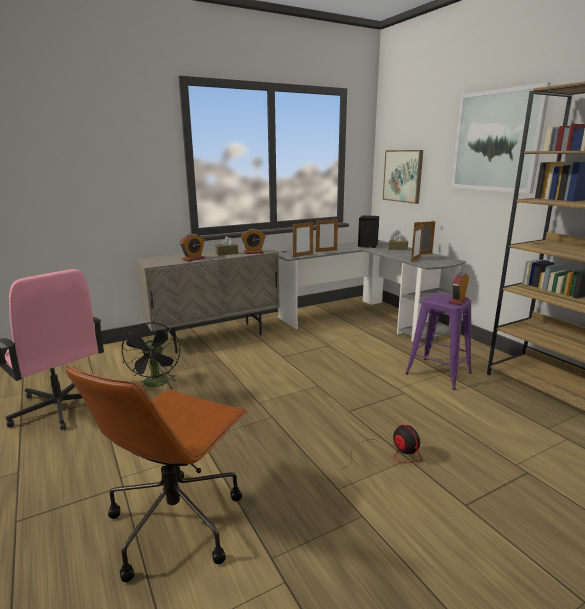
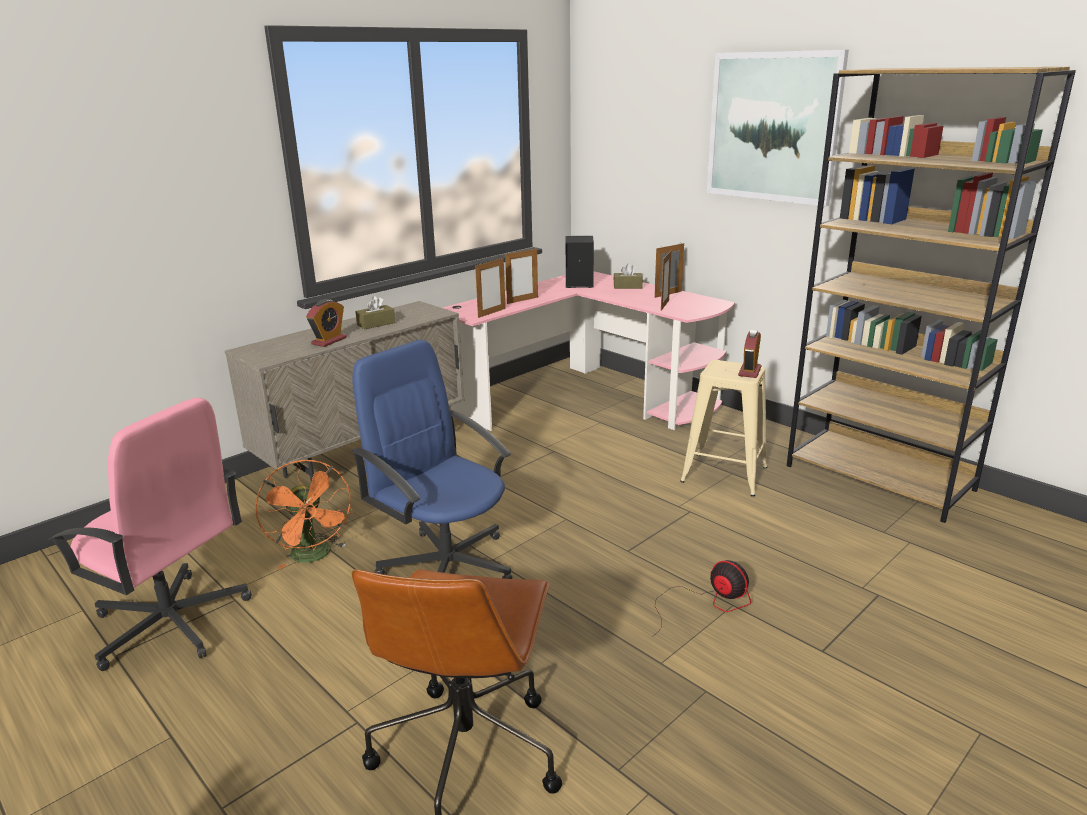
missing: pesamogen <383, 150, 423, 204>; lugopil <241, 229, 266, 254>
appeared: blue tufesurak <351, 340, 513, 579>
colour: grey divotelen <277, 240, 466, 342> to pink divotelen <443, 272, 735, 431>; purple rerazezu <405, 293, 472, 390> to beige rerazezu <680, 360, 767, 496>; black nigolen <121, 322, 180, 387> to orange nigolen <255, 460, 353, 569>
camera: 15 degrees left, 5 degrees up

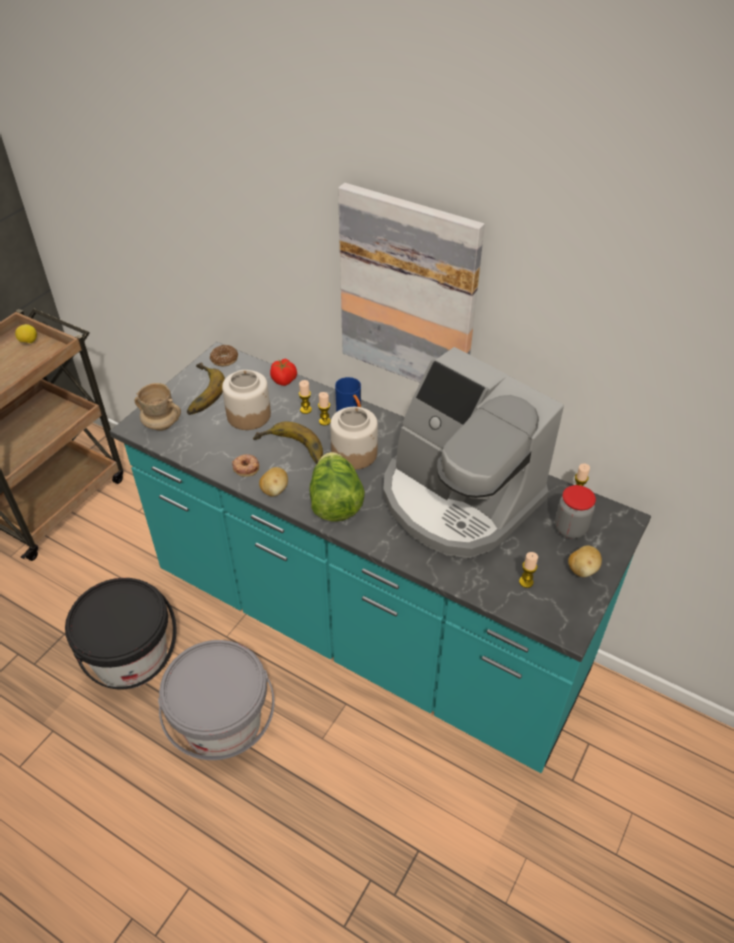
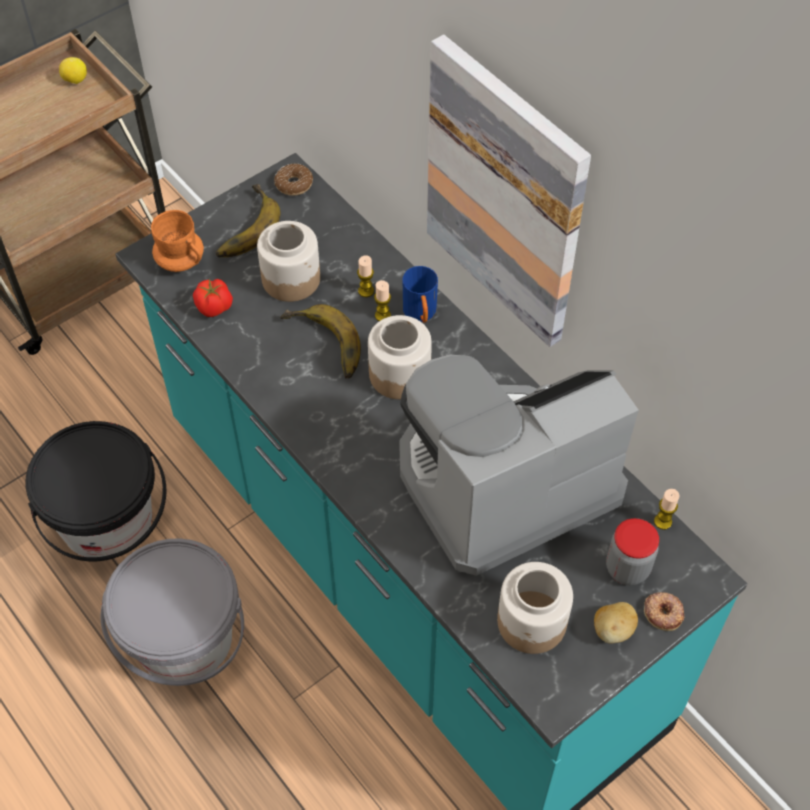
missing: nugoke <310, 452, 365, 521>; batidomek <259, 467, 288, 496>
relocated: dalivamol <270, 359, 297, 386> to <193, 278, 233, 317>; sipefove <232, 454, 259, 477> to <644, 592, 685, 631>
exchanged: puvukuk <519, 552, 538, 588> to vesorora <497, 562, 573, 654>
colour: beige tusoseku <135, 383, 181, 431> to orange tusoseku <151, 210, 204, 272>
spun: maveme <383, 347, 564, 558> = <399, 354, 639, 576> 90 degrees clockwise
camera: 20 degrees right, 10 degrees up

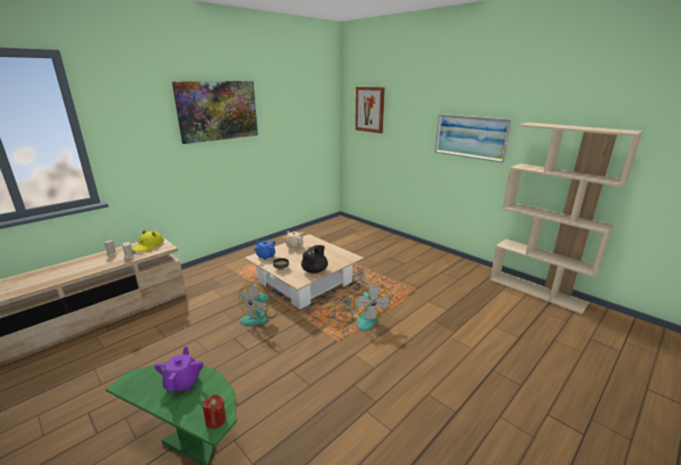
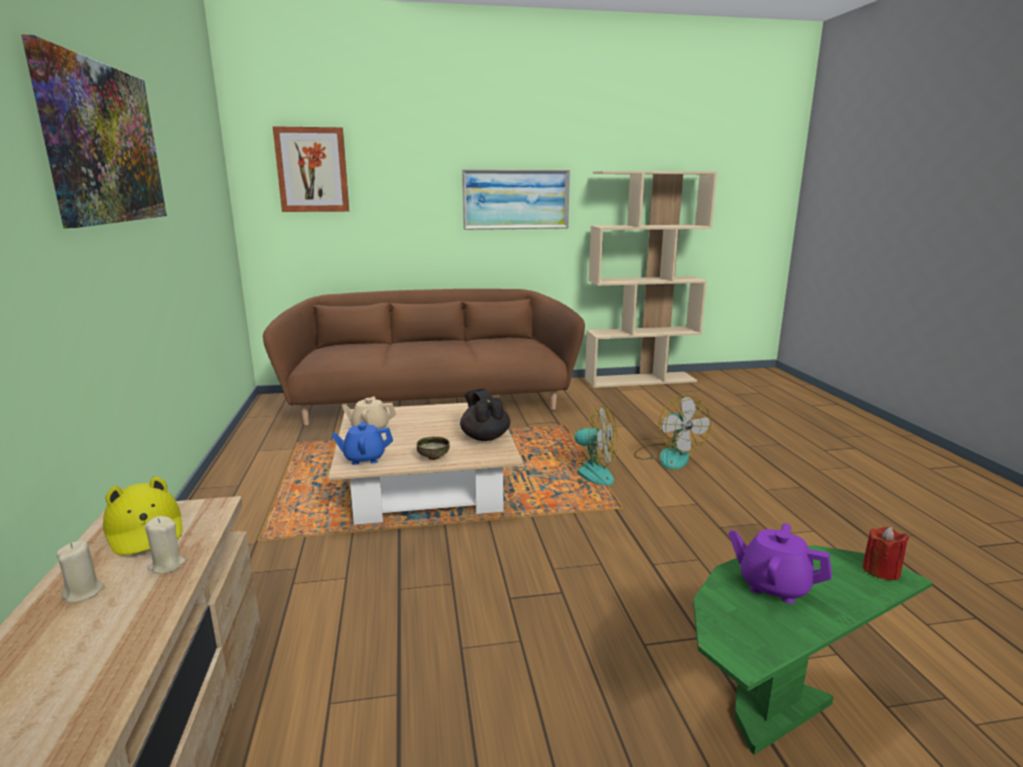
appeared: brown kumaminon <263, 289, 585, 426>
relocated: nigolen <239, 282, 277, 326> to <634, 395, 711, 470>
camera: 55 degrees left, 5 degrees down

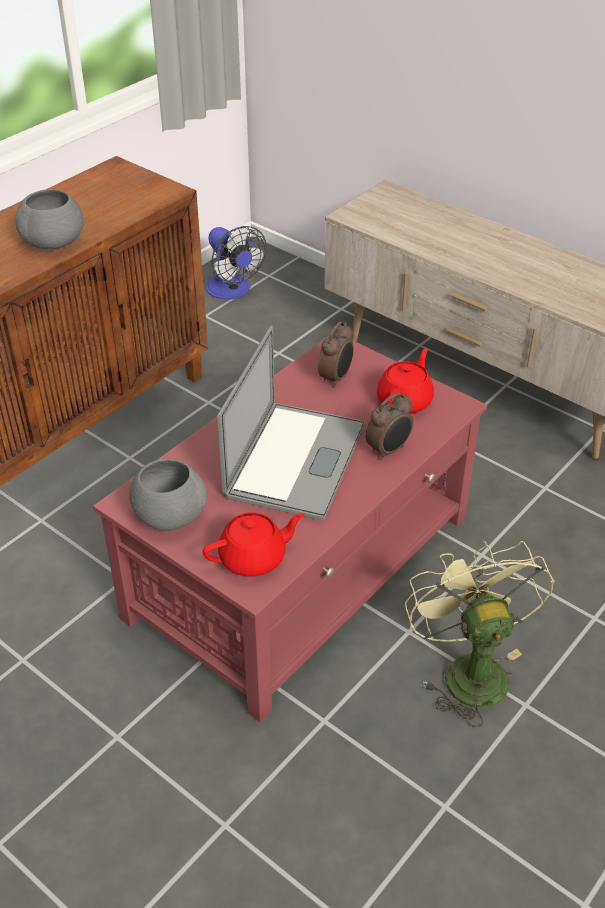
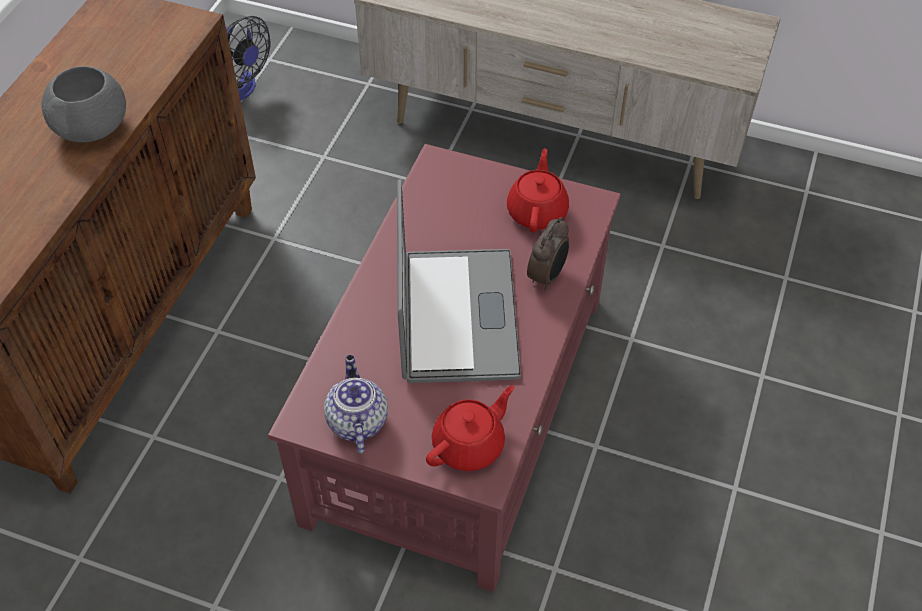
missing: lugopil <318, 321, 354, 388>; green nigolen <405, 541, 554, 727>
exchanged: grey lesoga <129, 459, 207, 531> to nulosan <324, 355, 388, 454>
camera: 20 degrees left, 10 degrees up

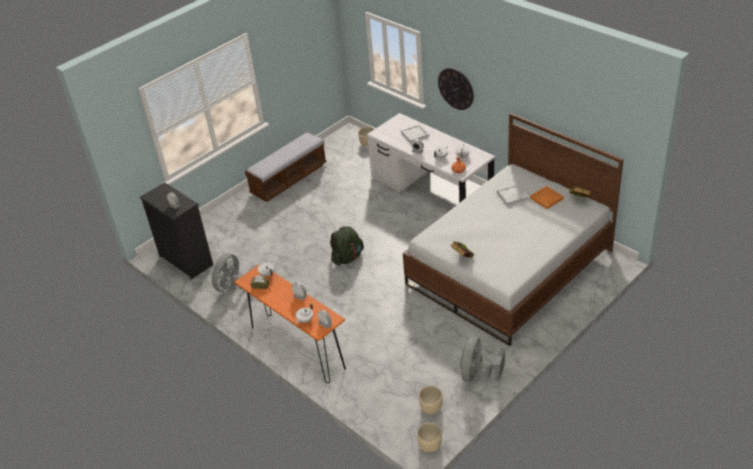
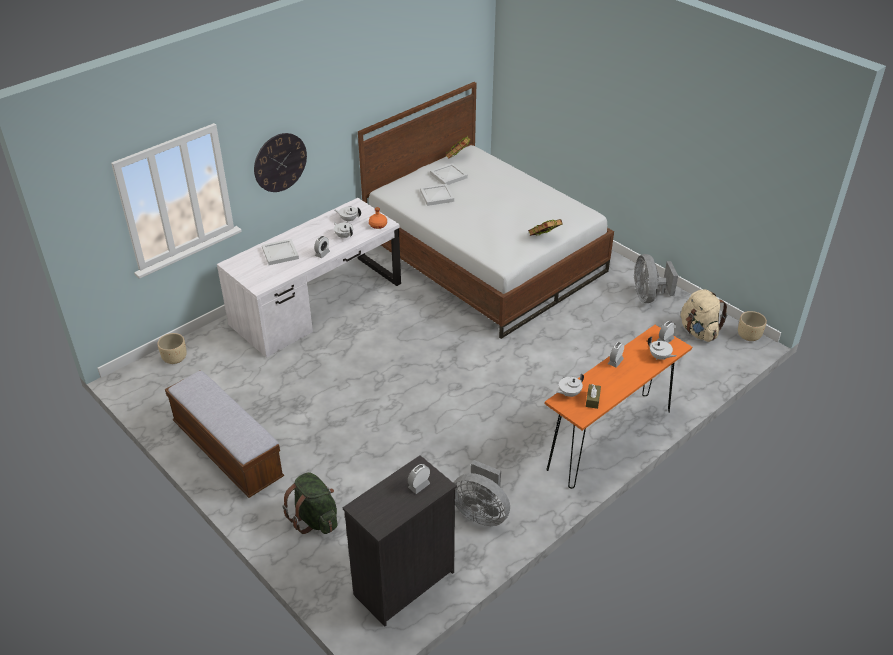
relocated: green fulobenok <330, 226, 364, 265> to <282, 472, 337, 534>
exchanged: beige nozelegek <419, 386, 442, 414> to beige fulobenok <681, 289, 727, 342>
colour: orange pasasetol <530, 186, 564, 209> to white pasasetol <430, 163, 468, 185>
spun: grey nigolen <461, 336, 505, 382> = <634, 254, 678, 303> 60 degrees clockwise
camera: 90 degrees left, 0 degrees up

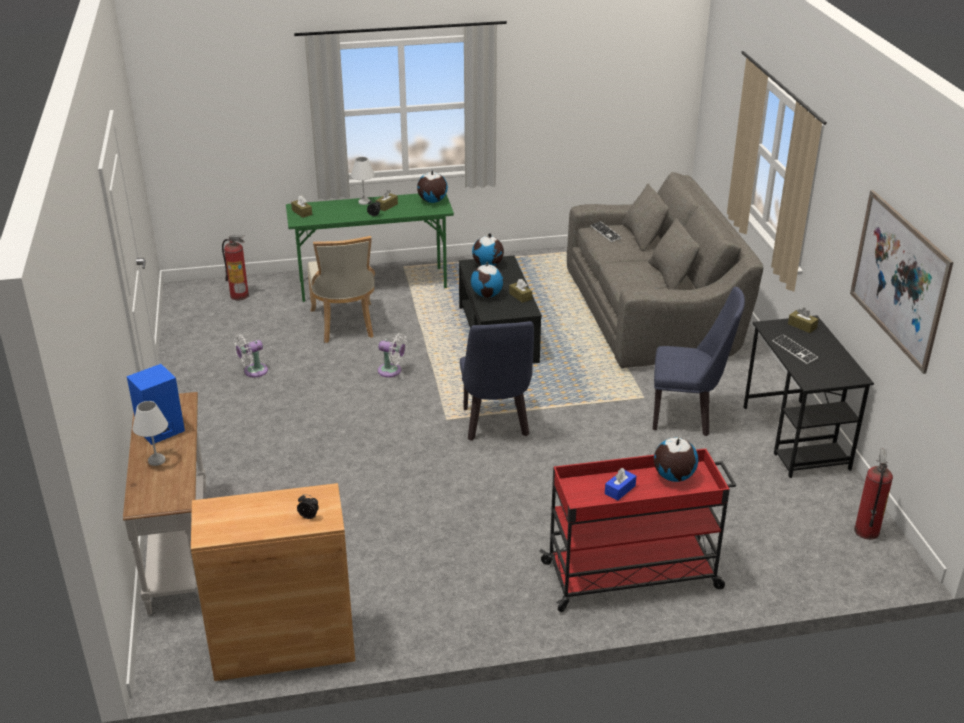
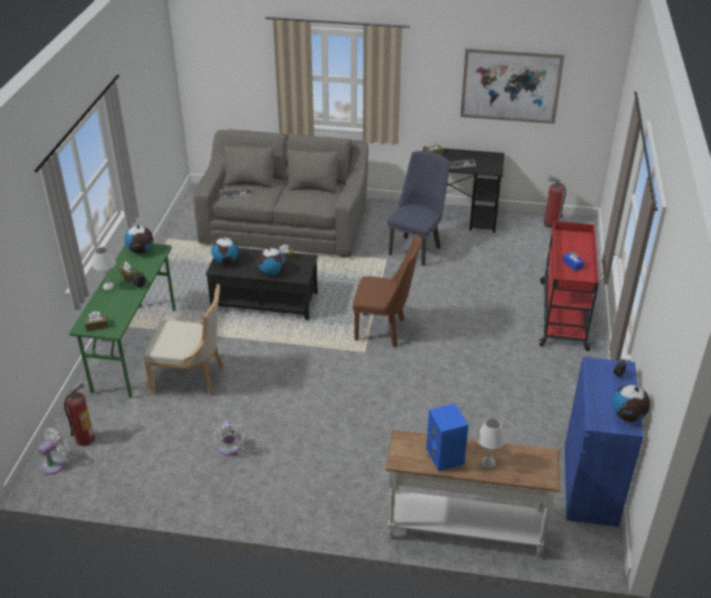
relocated: white nigolen <378, 333, 407, 377> to <38, 428, 68, 474>; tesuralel <654, 438, 698, 482> to <612, 385, 650, 422>
colour: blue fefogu <460, 321, 534, 441> to brown fefogu <352, 235, 420, 347>; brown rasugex <191, 483, 355, 681> to blue rasugex <565, 357, 644, 527>
camera: 70 degrees left, 5 degrees up

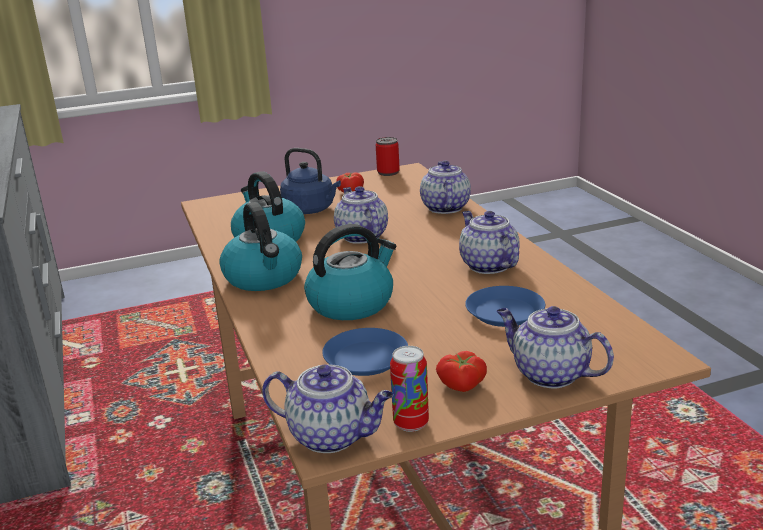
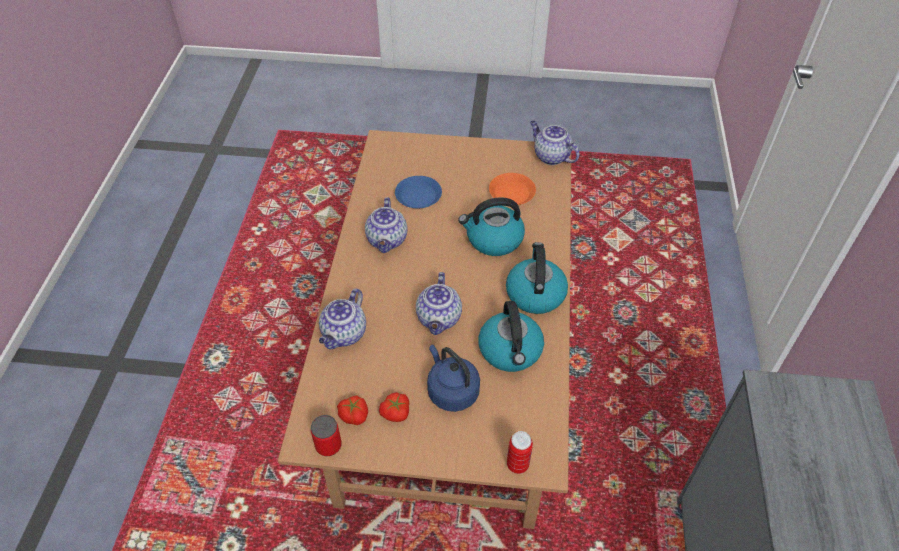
missing: nulosan <497, 306, 614, 389>
relocated: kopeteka <390, 346, 429, 432> to <507, 431, 533, 474>; dalivamol <436, 351, 487, 392> to <337, 396, 368, 425>
colour: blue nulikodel <322, 328, 408, 376> to orange nulikodel <489, 173, 536, 205>
camera: 155 degrees left, 25 degrees up

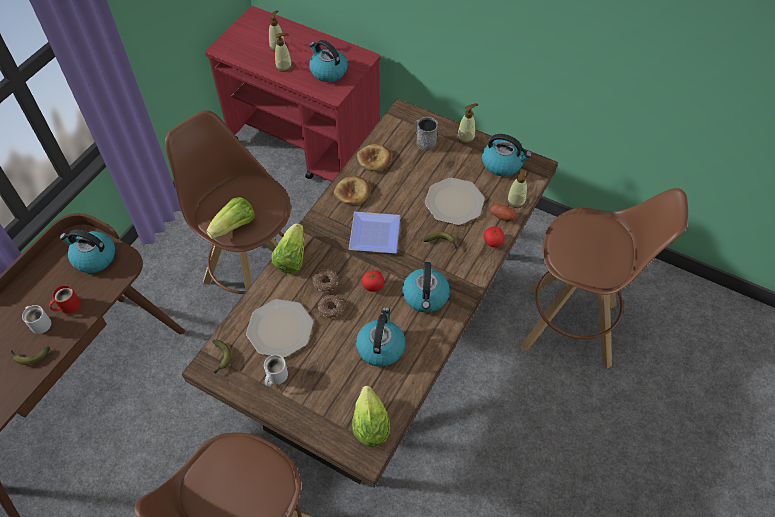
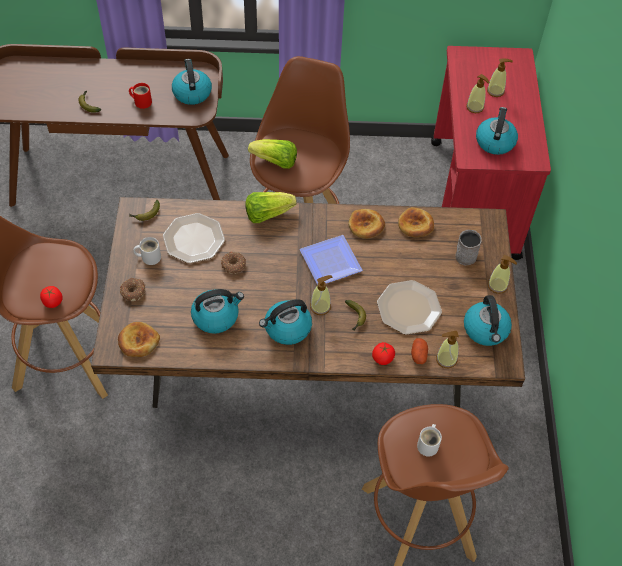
appeared: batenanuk <310, 275, 332, 315>
relocated: sipefove <312, 269, 339, 292> to <120, 278, 146, 301>; dalivamol <362, 270, 384, 292> to <40, 286, 63, 308>; white tusoseku <22, 305, 51, 334> to <417, 424, 442, 457>
exchanged: nugoke <352, 386, 390, 447> to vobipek <118, 322, 160, 357>
camera: 60 degrees right, 0 degrees up

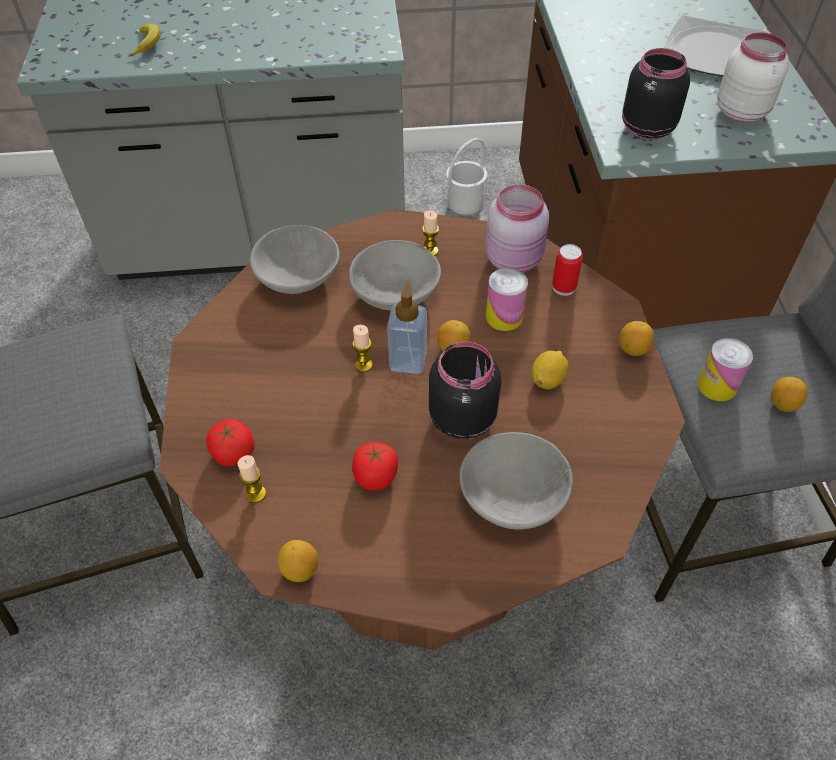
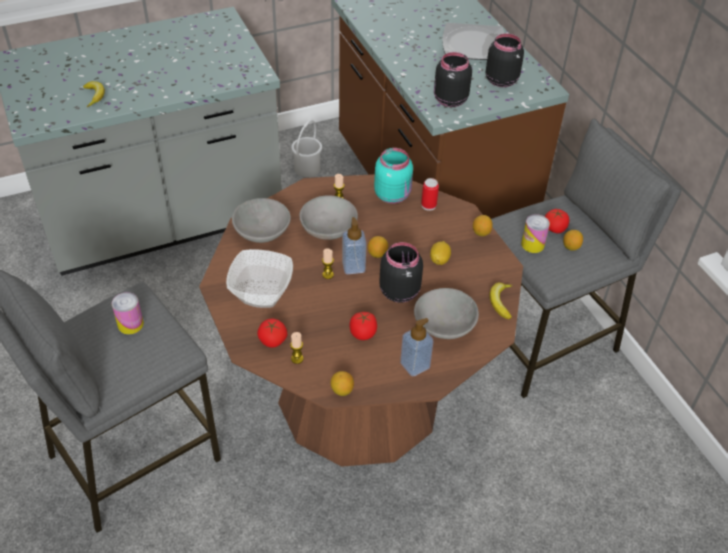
appeared: dalivamol <545, 209, 569, 233>; lesoga <226, 249, 293, 308>; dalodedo <489, 282, 512, 319>; batenanuk <400, 318, 434, 377>
relocated: kopeteka <486, 268, 528, 331> to <112, 292, 144, 334>
colour: white vesorora <717, 32, 789, 123> to black vesorora <486, 33, 524, 87>; pink vesorora <485, 184, 549, 273> to turquoise vesorora <374, 148, 413, 204>
camera: 20 degrees left, 5 degrees down

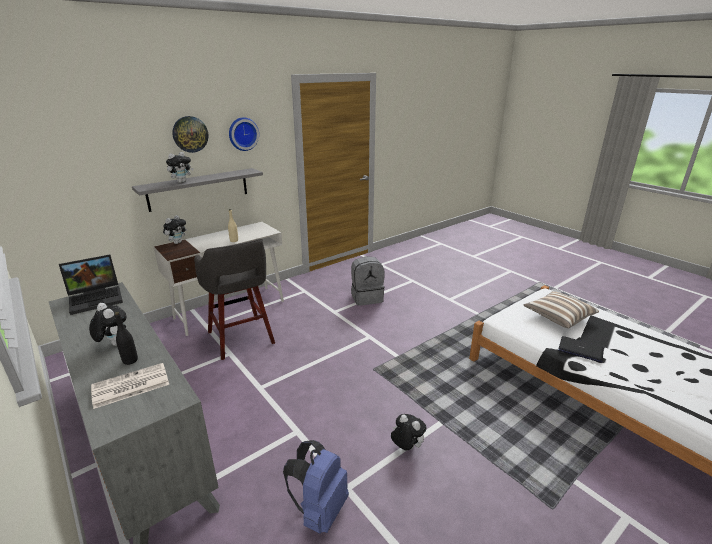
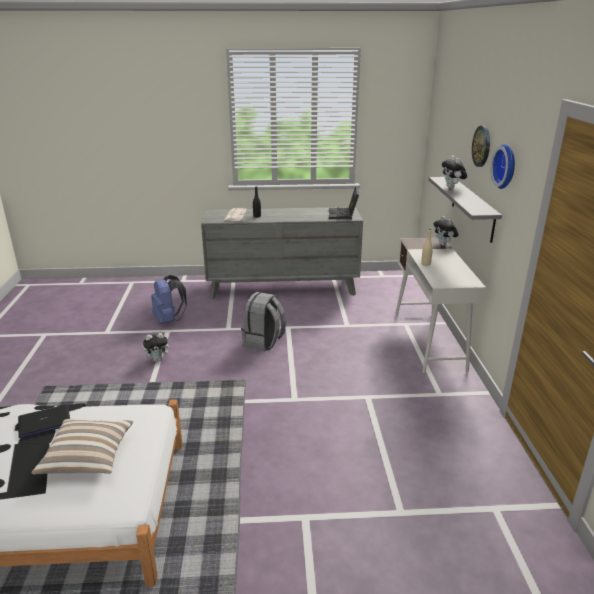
missing: grey rerazezu <194, 239, 275, 360>; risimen <89, 303, 127, 346>
relocated: grey fulobenok <351, 257, 385, 306> to <241, 292, 286, 351>
camera: 125 degrees right, 0 degrees up

